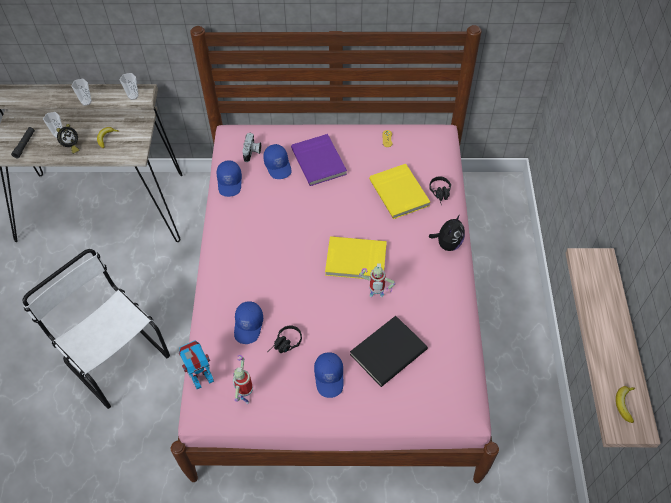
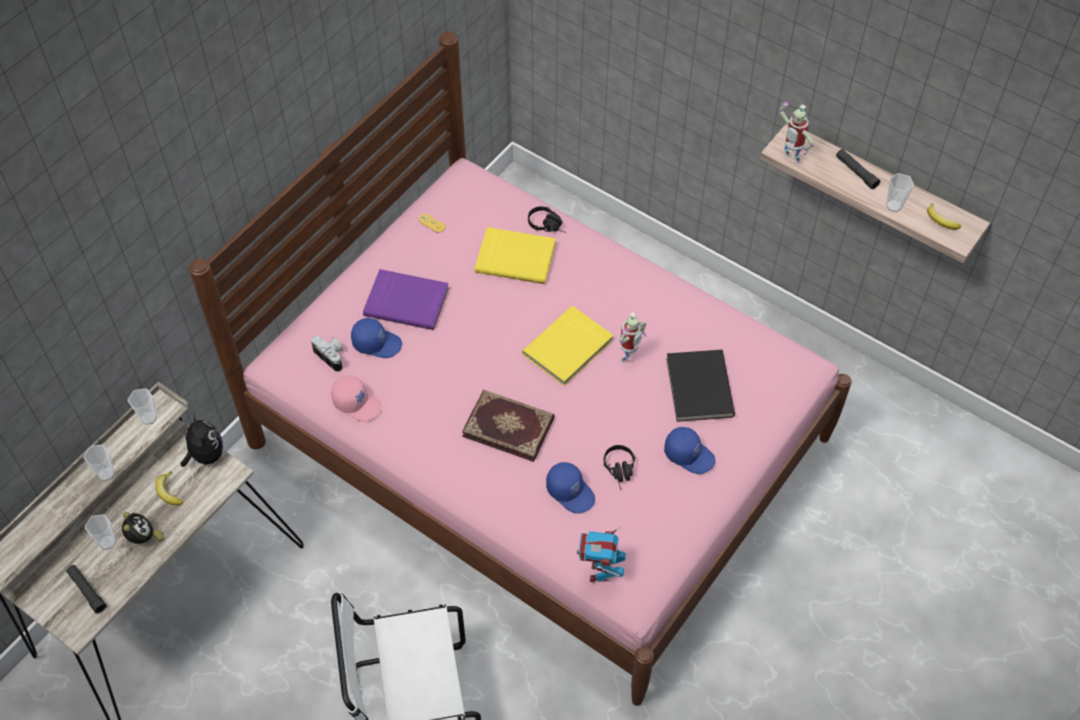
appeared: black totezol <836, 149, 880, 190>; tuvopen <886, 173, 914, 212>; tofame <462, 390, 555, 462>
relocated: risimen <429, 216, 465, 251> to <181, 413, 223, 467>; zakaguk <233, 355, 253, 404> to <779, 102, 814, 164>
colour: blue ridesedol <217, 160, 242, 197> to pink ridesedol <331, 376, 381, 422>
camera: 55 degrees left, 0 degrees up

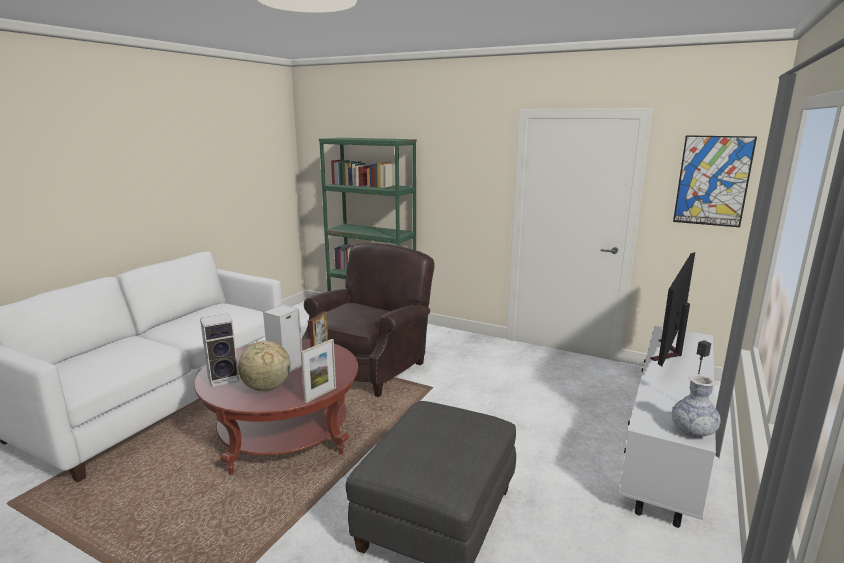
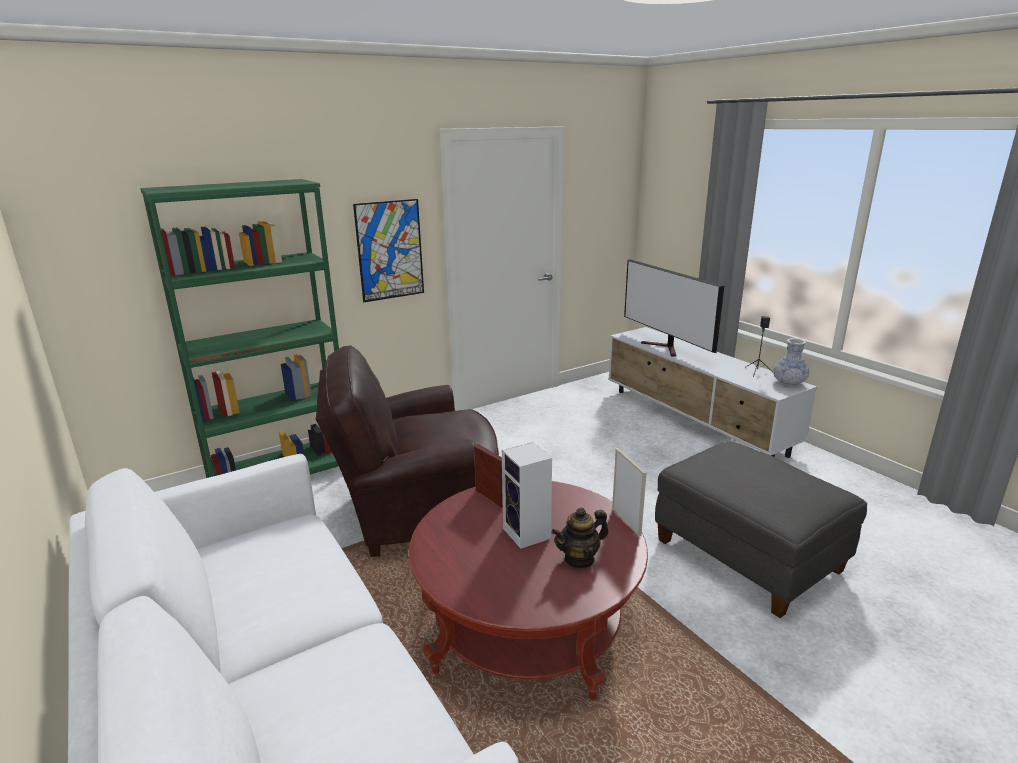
missing: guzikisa <200, 313, 239, 387>
relocated: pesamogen <673, 135, 757, 227> to <353, 199, 424, 302>
exchanged: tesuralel <238, 341, 291, 391> to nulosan <551, 508, 608, 569>
spun: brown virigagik <302, 243, 435, 397> = <316, 345, 499, 557> 75 degrees counterclockwise
camera: 60 degrees left, 5 degrees up

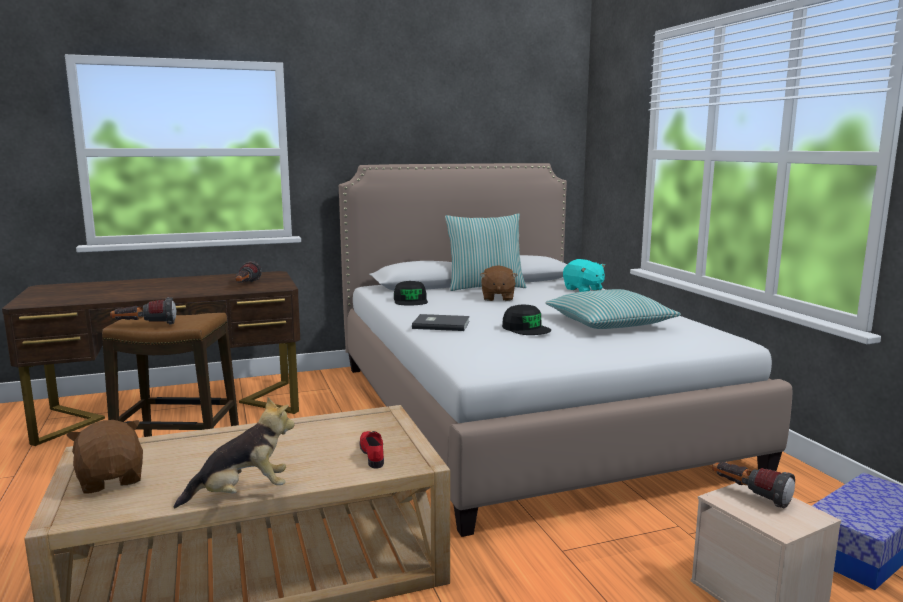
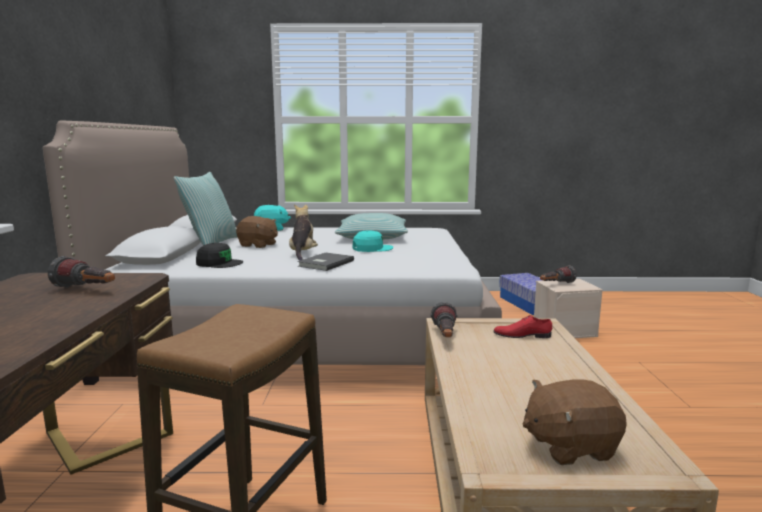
relocated: totezol <110, 297, 176, 324> to <431, 302, 457, 337>; risimen <174, 397, 295, 508> to <289, 204, 318, 261>
colour: black ridesedol <502, 304, 551, 335> to turquoise ridesedol <353, 231, 393, 252>
camera: 70 degrees left, 0 degrees up

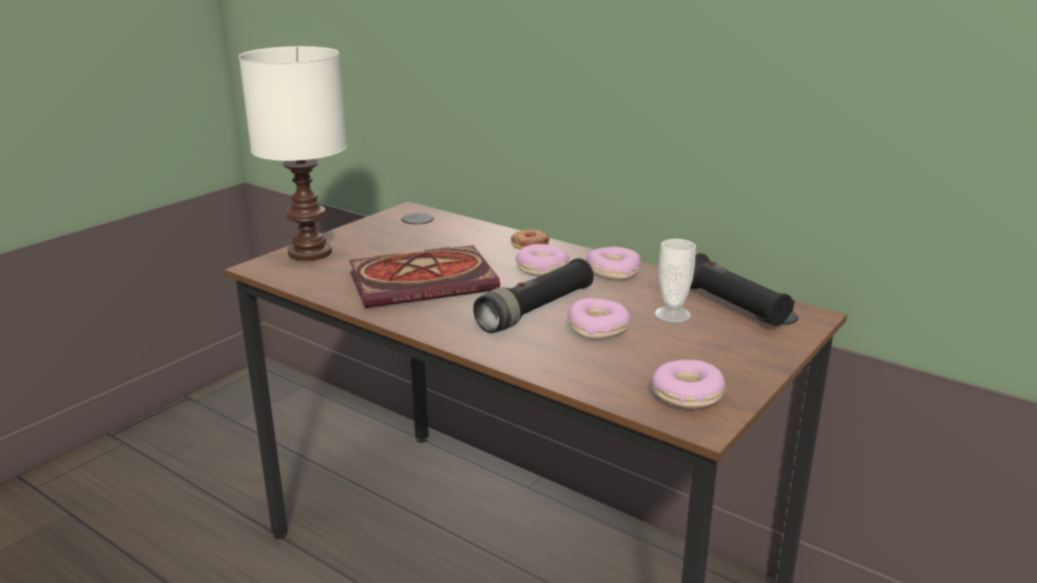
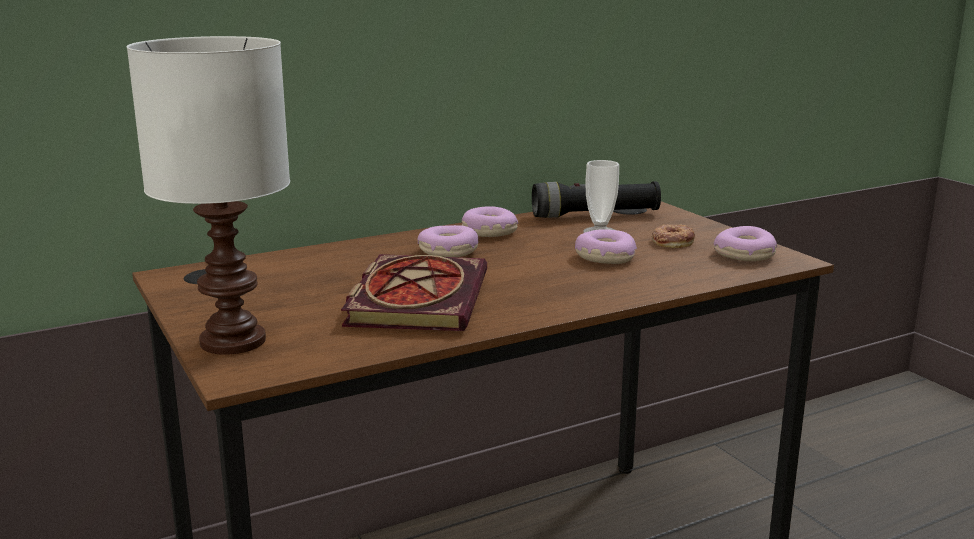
missing: black totezol <473, 258, 594, 333>
relocated: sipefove <511, 229, 549, 250> to <652, 224, 695, 248>
camera: 65 degrees left, 5 degrees down

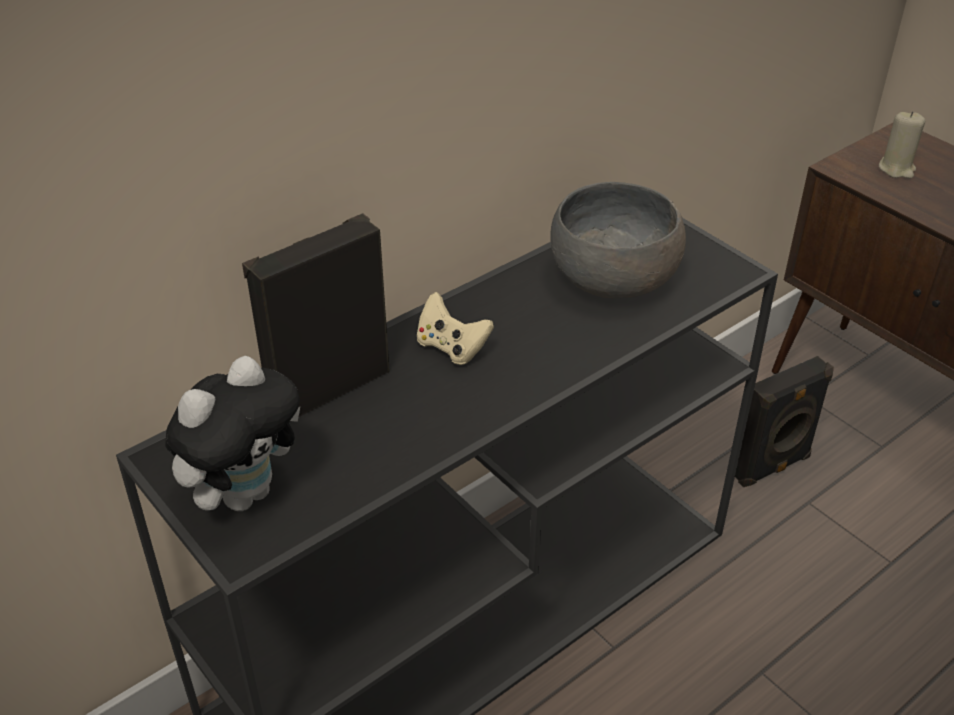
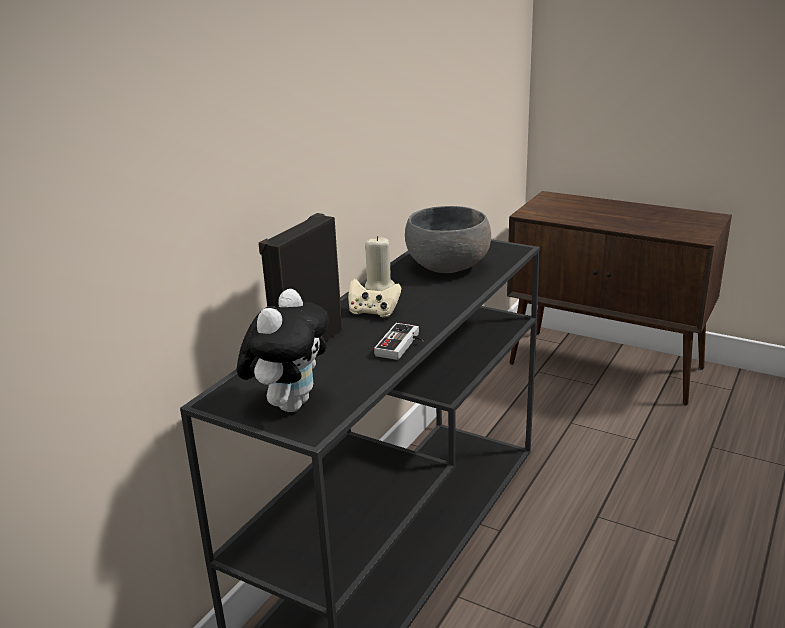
missing: black guzikisa <735, 356, 834, 487>
appeared: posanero <374, 323, 424, 360>
relocated: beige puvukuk <879, 111, 925, 179> to <365, 236, 395, 291>
camera: 20 degrees left, 15 degrees down

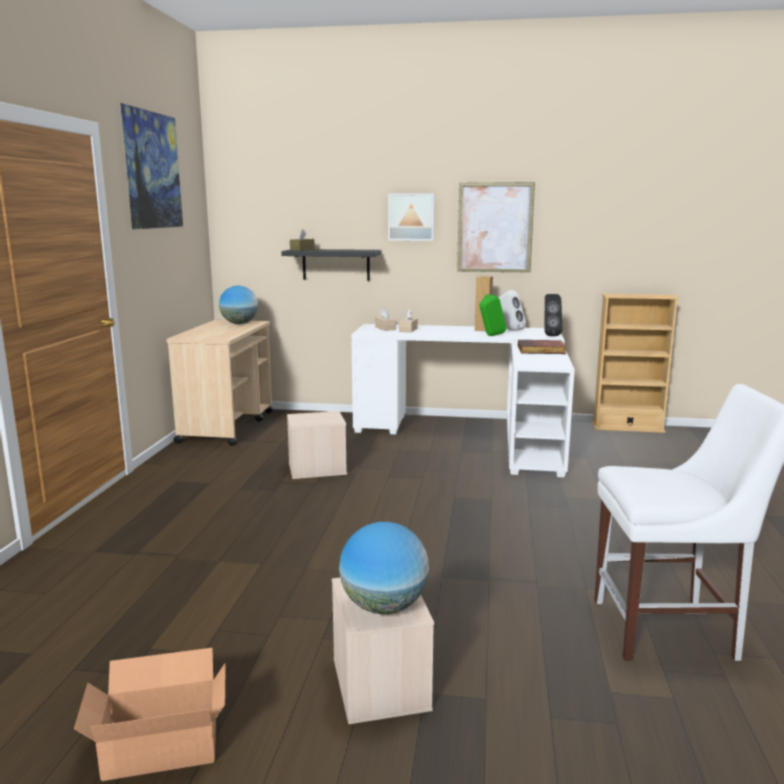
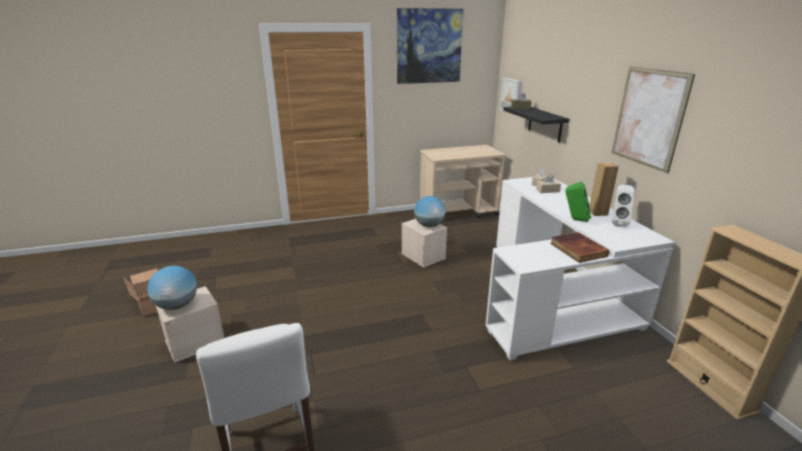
missing: black guzikisa <544, 294, 562, 336>
relocated: pesamogen <388, 193, 435, 241> to <500, 78, 522, 110>; tesuralel <219, 286, 258, 324> to <414, 196, 445, 227>
camera: 65 degrees right, 10 degrees up

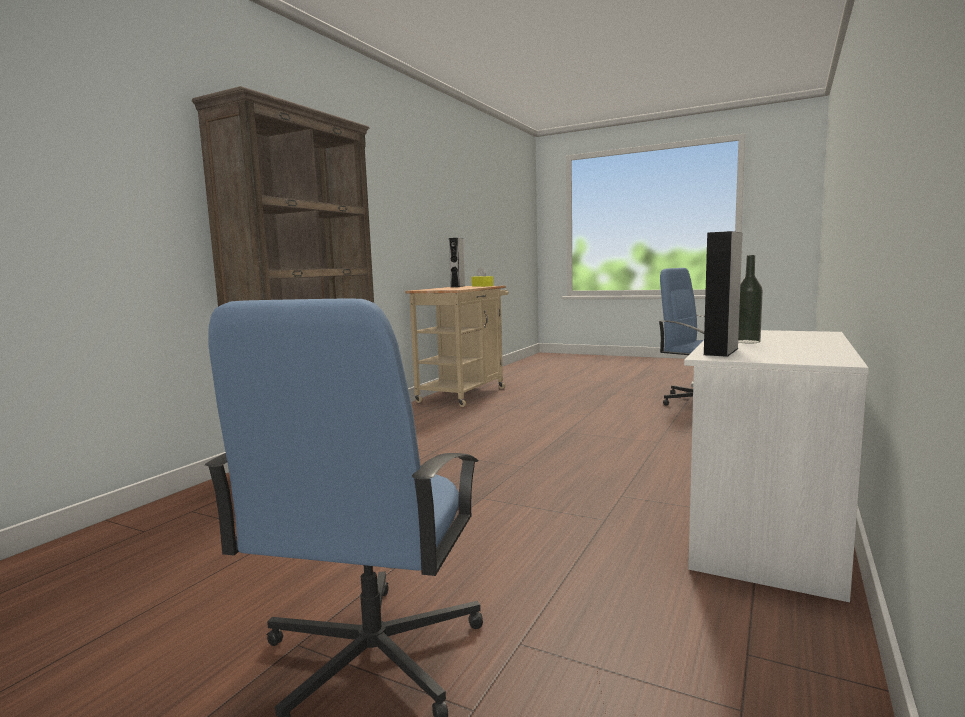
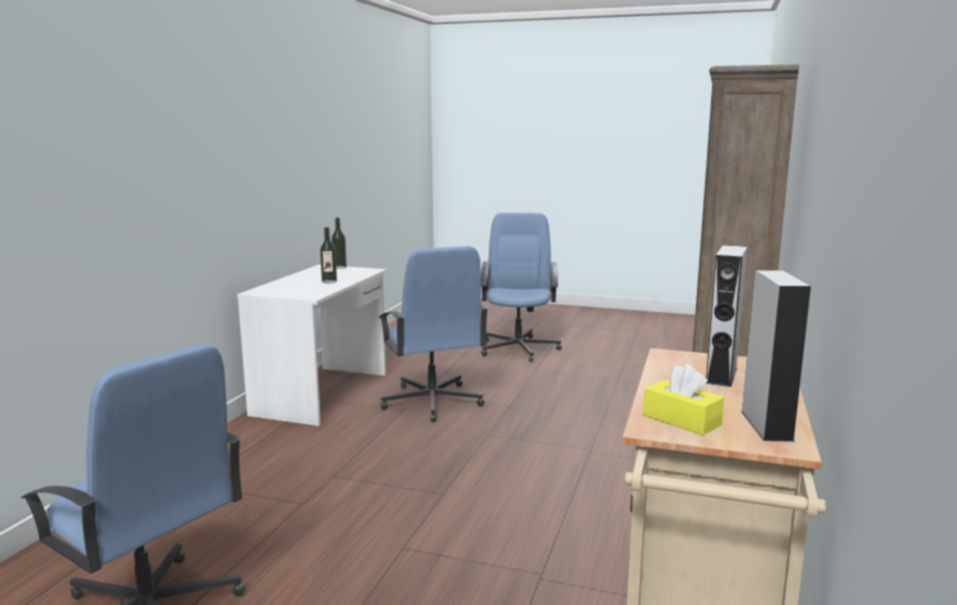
appeared: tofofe <331, 218, 347, 269>; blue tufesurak <379, 246, 489, 422>
relocated: grey guzikisa <704, 231, 742, 357> to <706, 245, 747, 387>
camera: 170 degrees right, 5 degrees up

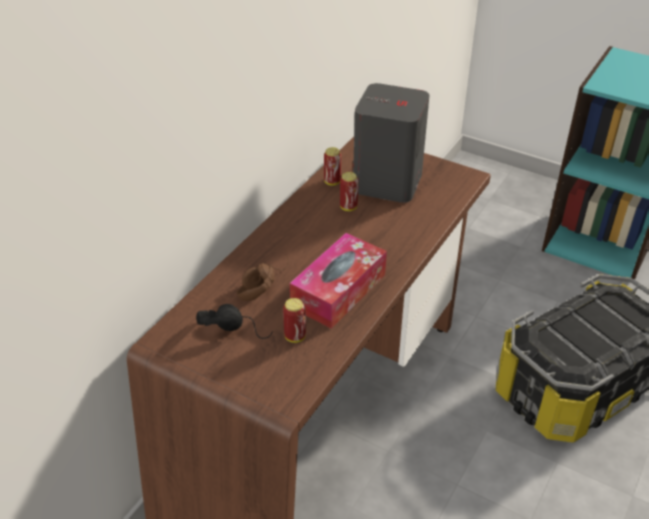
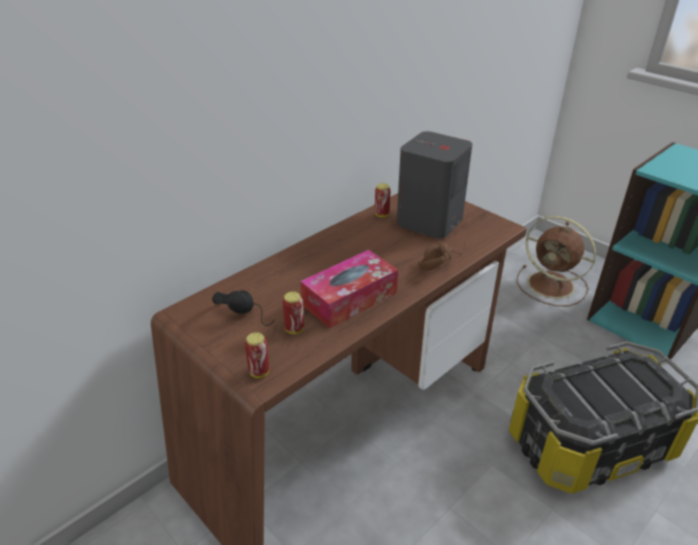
appeared: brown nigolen <517, 216, 596, 306>
relocated: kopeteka <340, 172, 358, 211> to <245, 332, 269, 378>; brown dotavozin <236, 256, 288, 301> to <418, 242, 465, 270>
camera: 15 degrees right, 5 degrees down

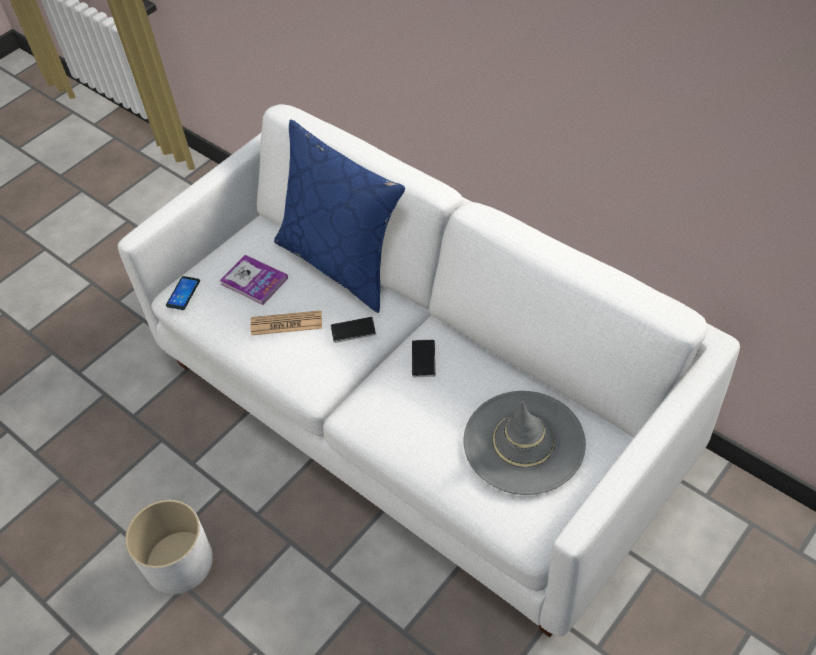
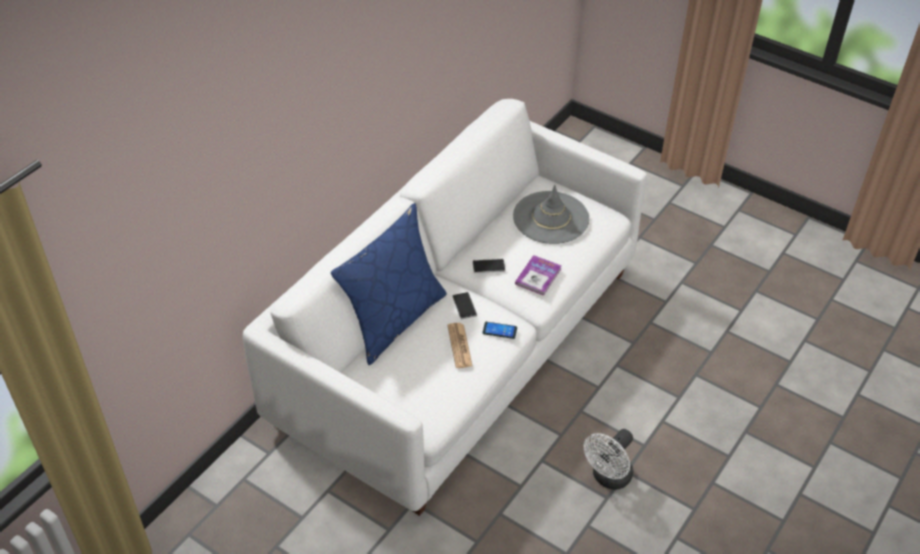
relocated: tofame <220, 255, 288, 305> to <515, 255, 561, 296>; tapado <166, 276, 200, 310> to <482, 322, 517, 339>
exchanged: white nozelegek <125, 500, 213, 594> to white nigolen <584, 429, 633, 490>
camera: 100 degrees left, 5 degrees down

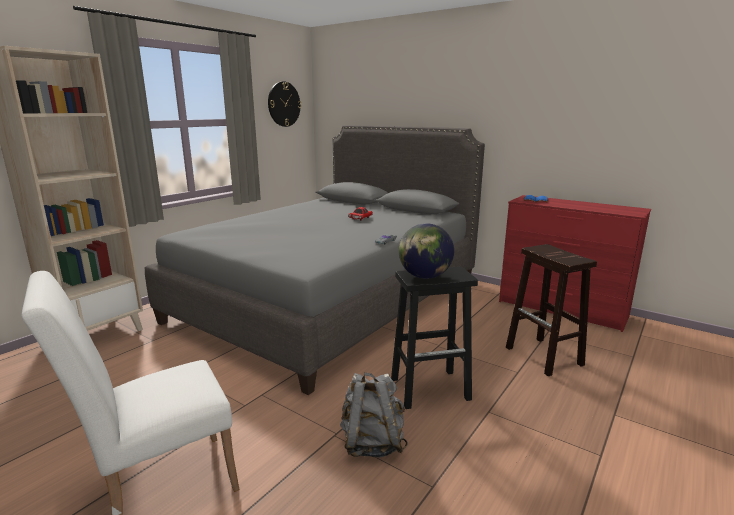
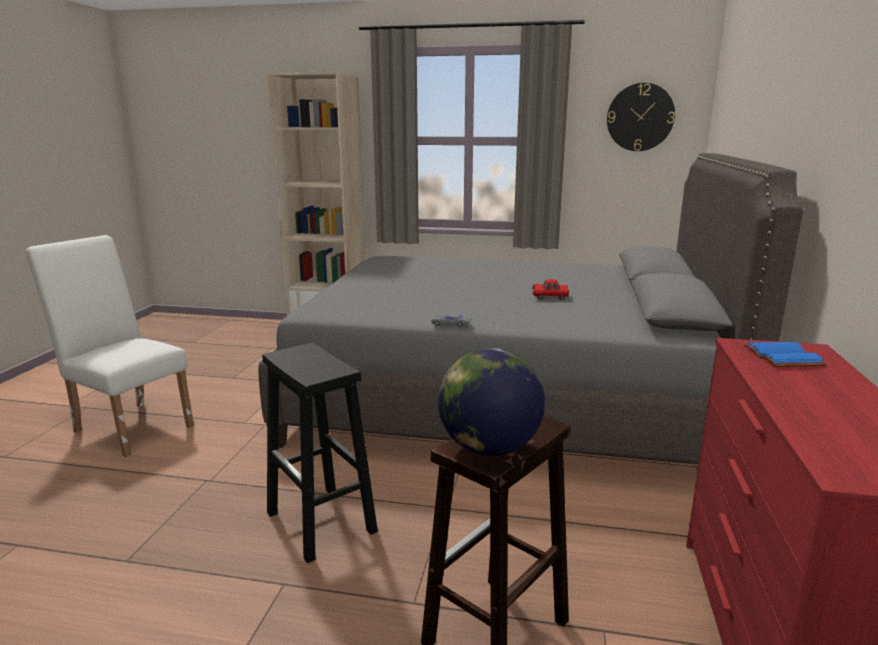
missing: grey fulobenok <340, 372, 408, 457>
relocated: tesuralel <399, 223, 454, 279> to <438, 348, 545, 456>
camera: 65 degrees right, 0 degrees up

